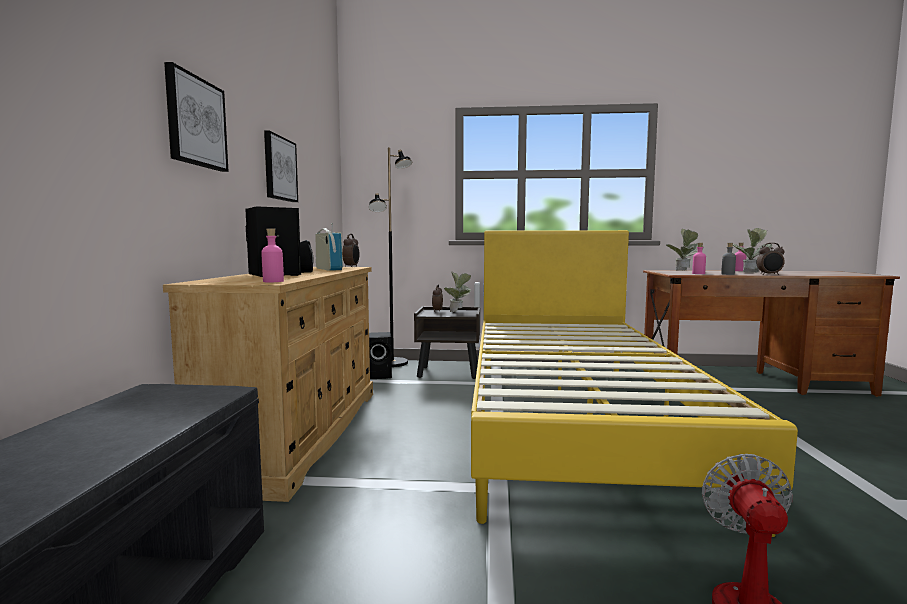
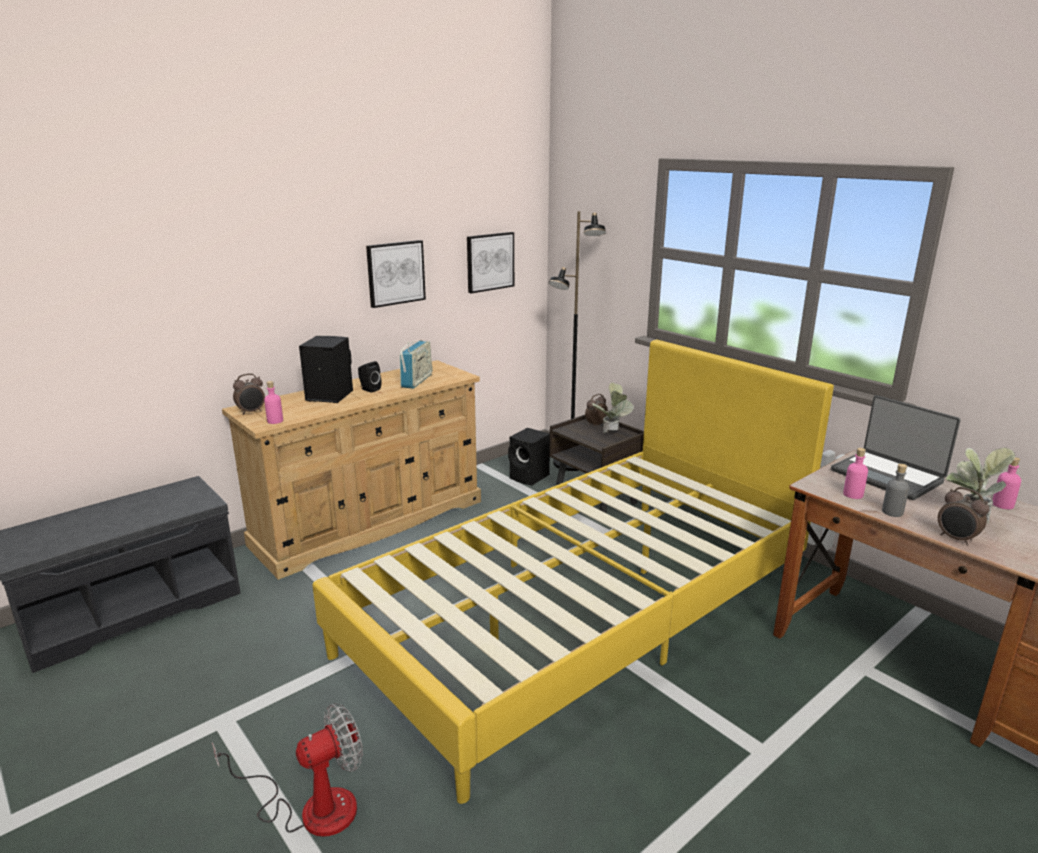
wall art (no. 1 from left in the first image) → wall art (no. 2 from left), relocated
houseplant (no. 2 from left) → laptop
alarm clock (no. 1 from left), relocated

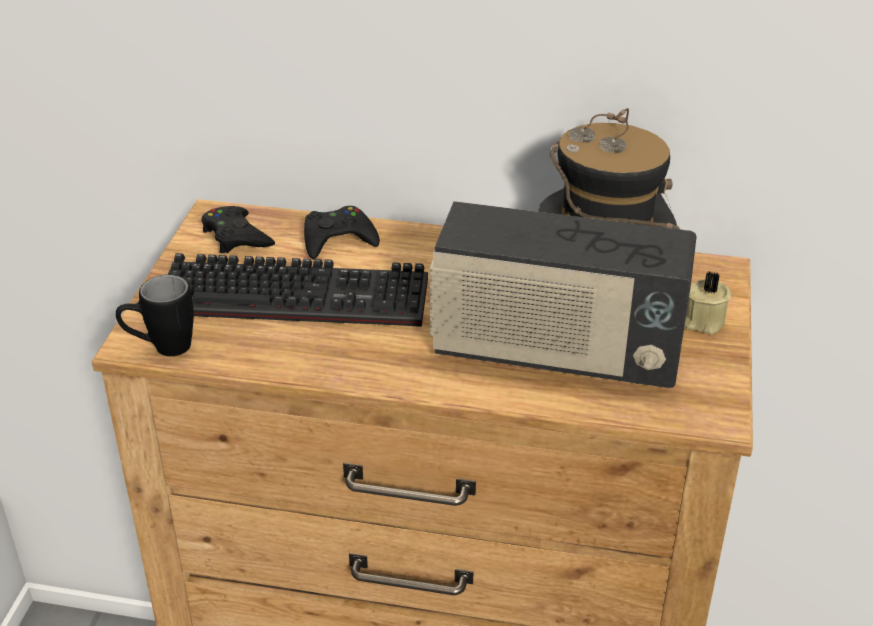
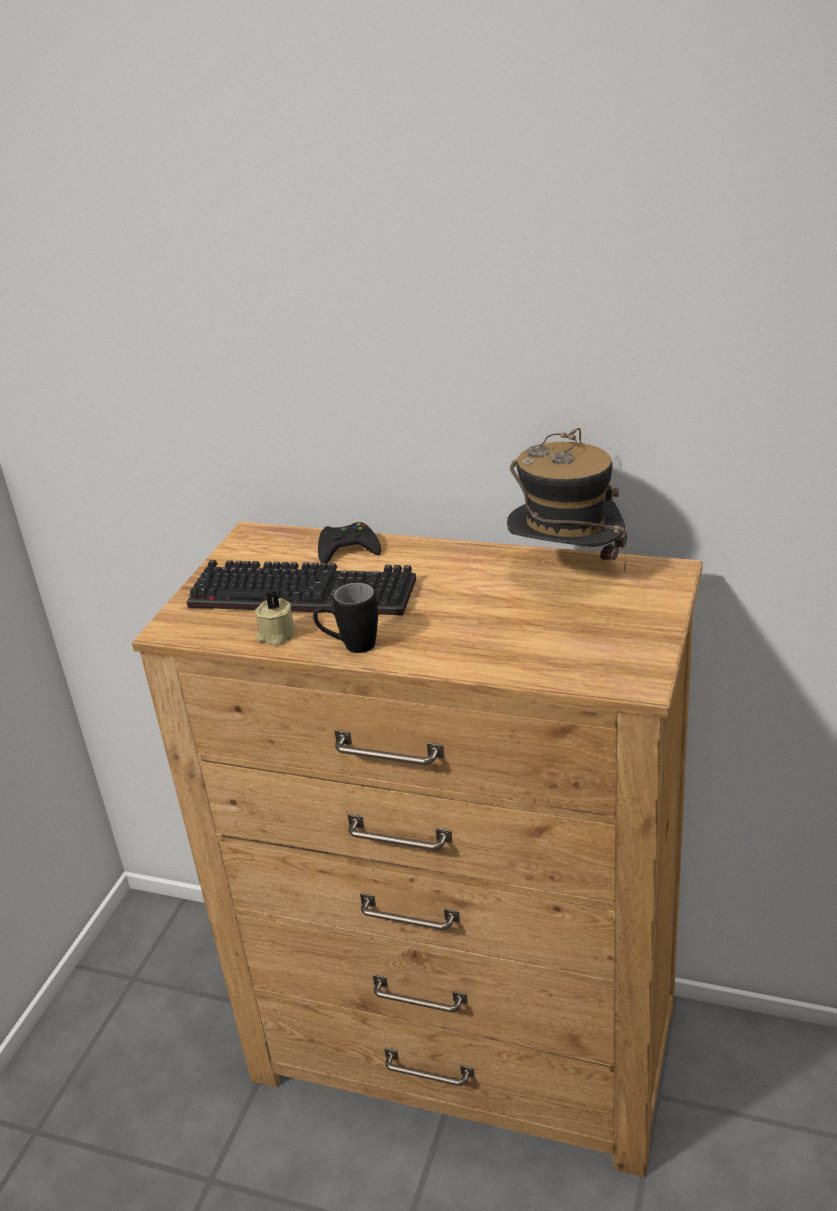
radio → -
black-coloured joypad (no. 1 from left) → -
sand-coloured candle, relocated
black-coloured tea mug, relocated

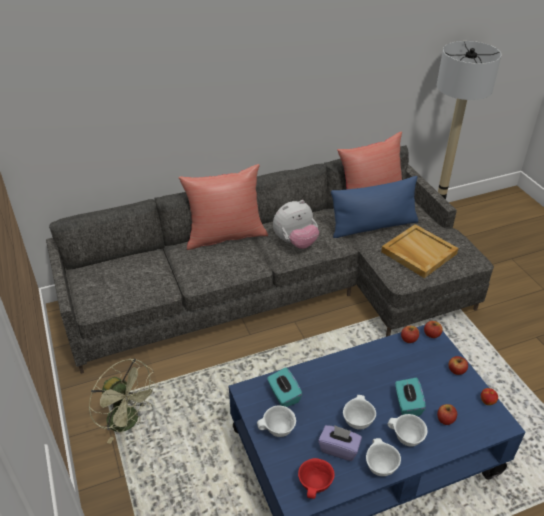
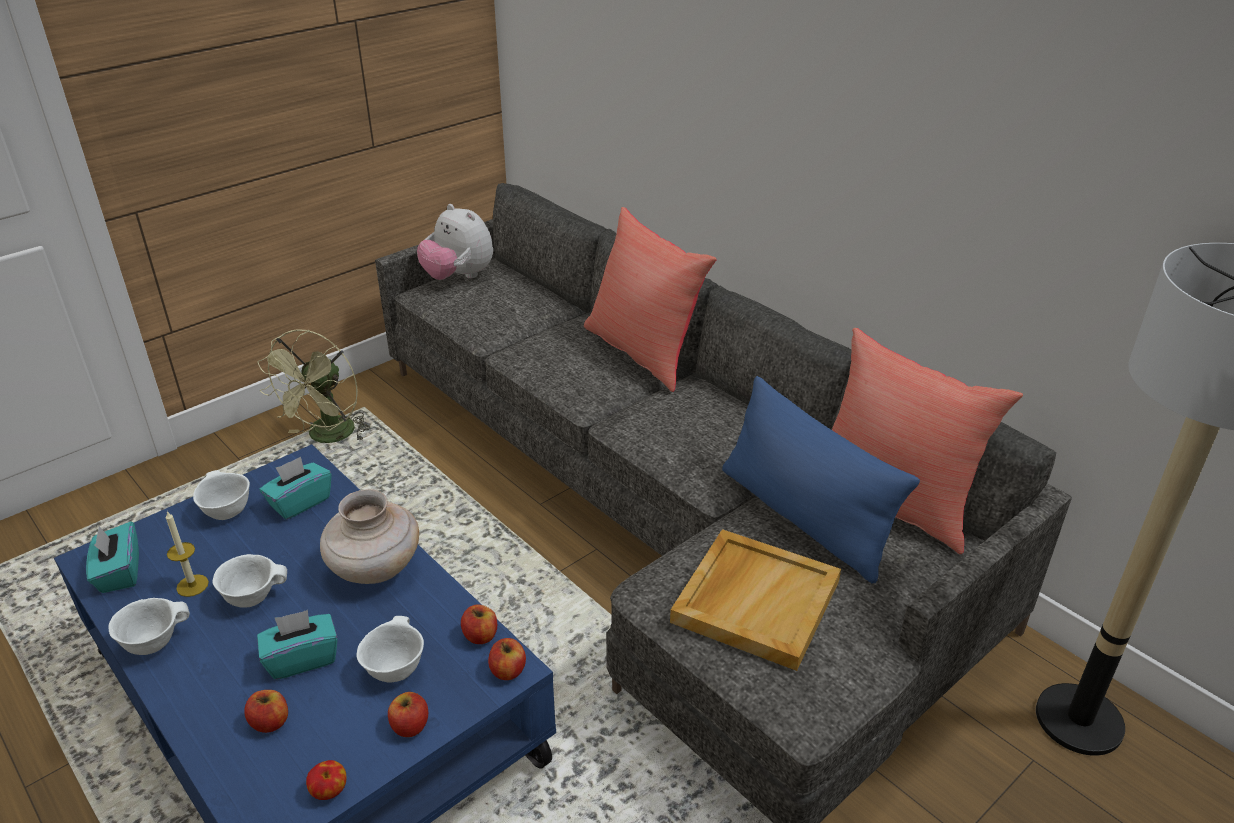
cuddly toy, relocated
white deep dish (no. 4 from left), relocated
purple box of tissues → candle
red deep dish → blue-green box of tissues (no. 1 from left)
- → sand-coloured vase

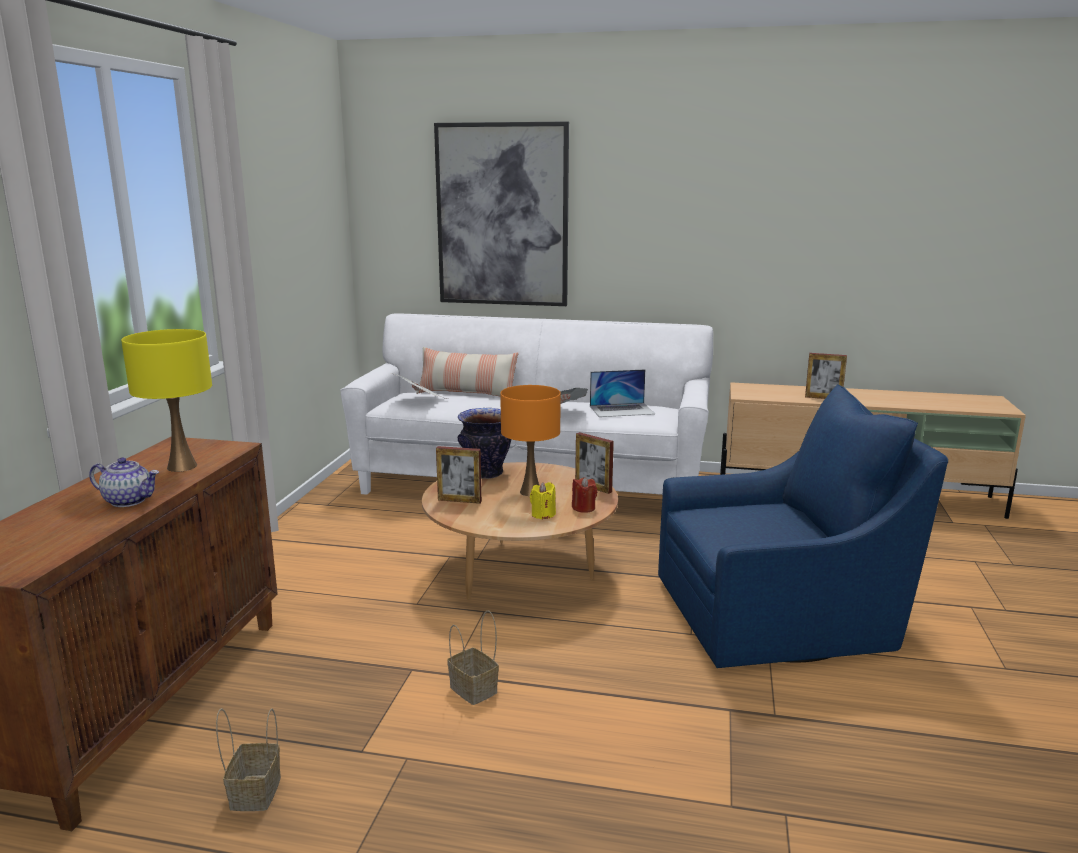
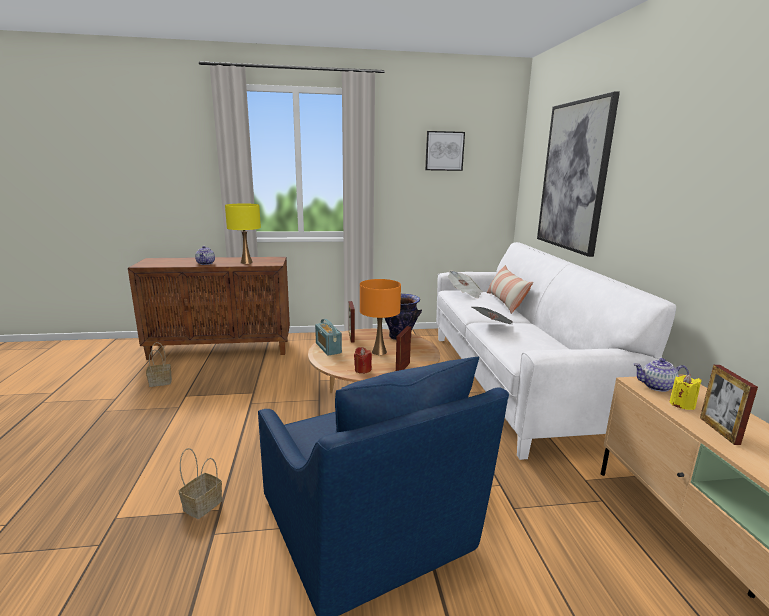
laptop → -
yellow candle, relocated
basket (no. 2 from left), relocated
- → wall art (no. 1 from left)
- → radio
- → tea pot (no. 2 from left)

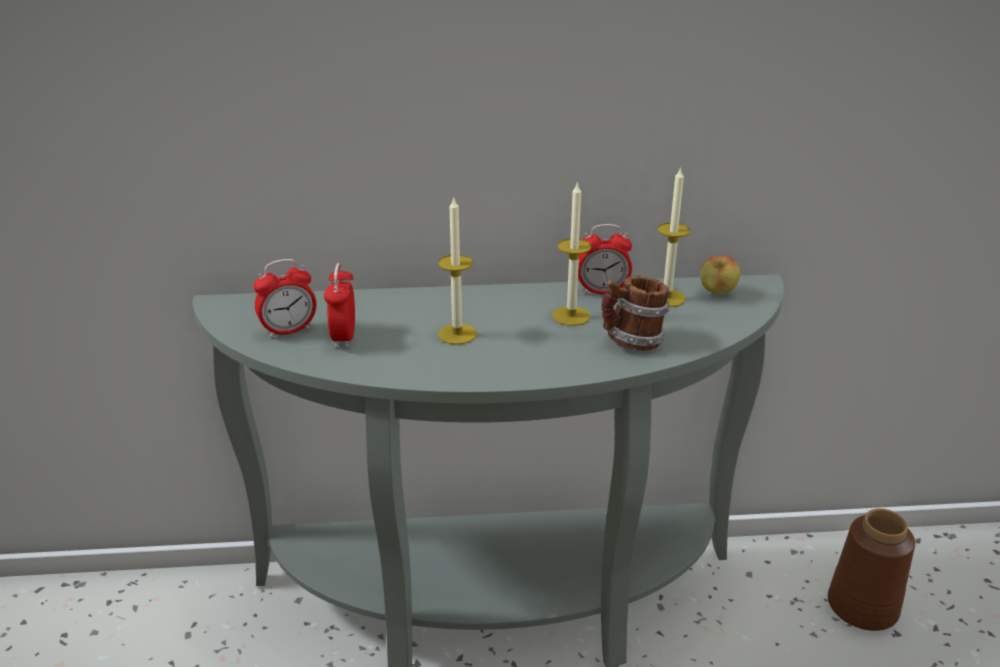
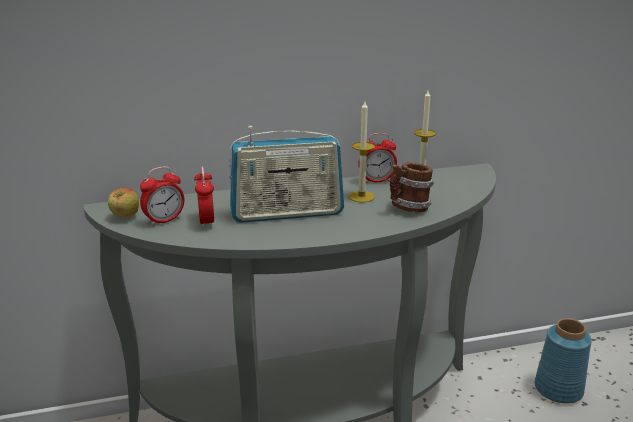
candle (no. 1 from left) → radio
apple, relocated
brown vase → bluish vase

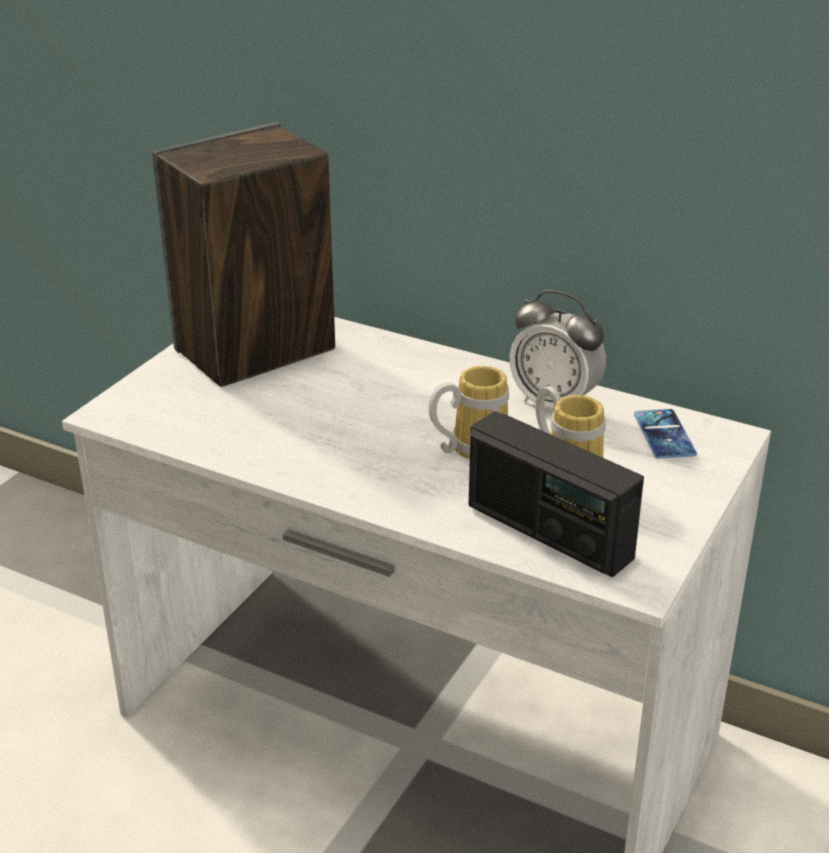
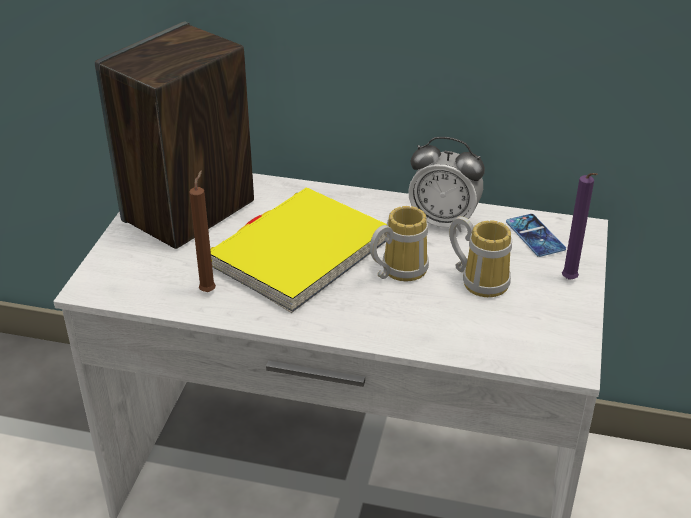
radio → -
- → brown candle
- → purple candle
- → yellow bound book

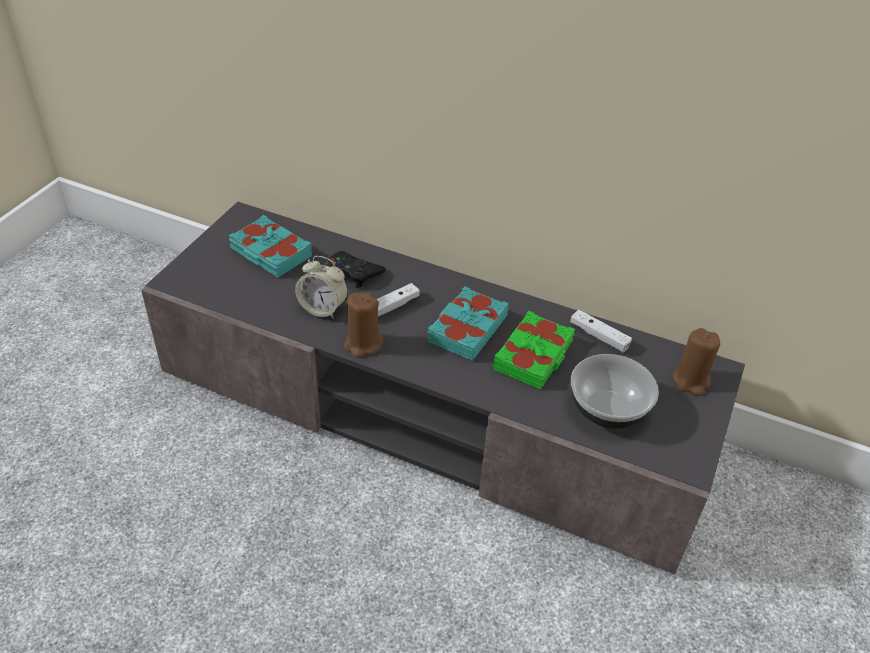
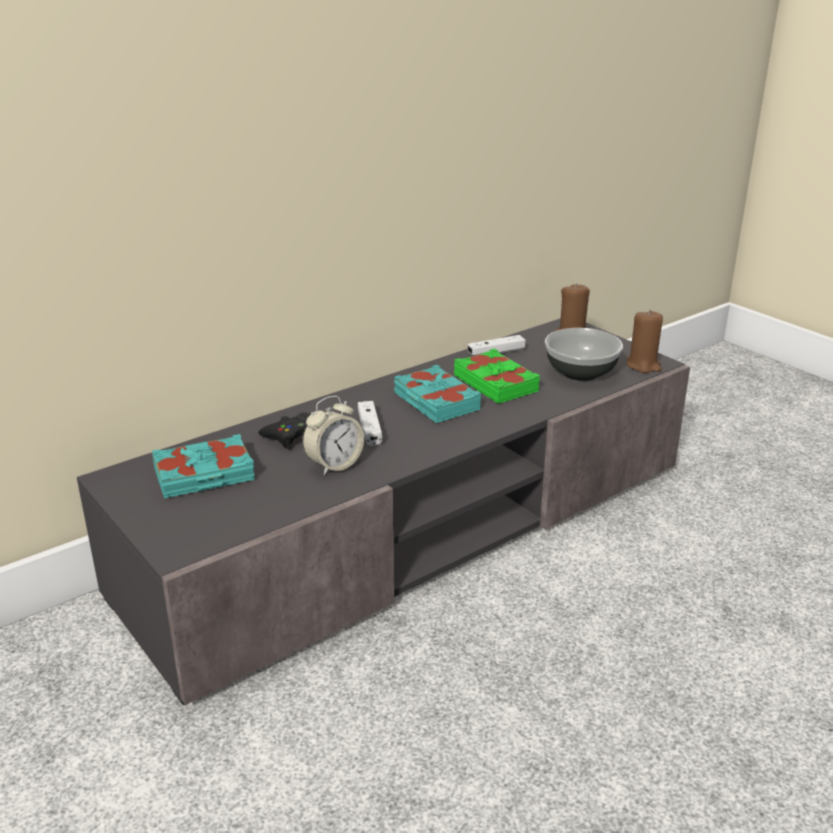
brown candle (no. 1 from left in the first image) → brown candle (no. 2 from left), relocated

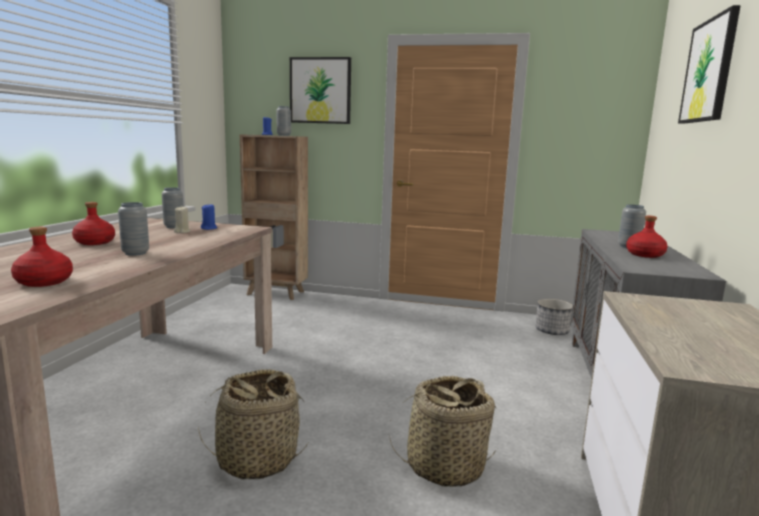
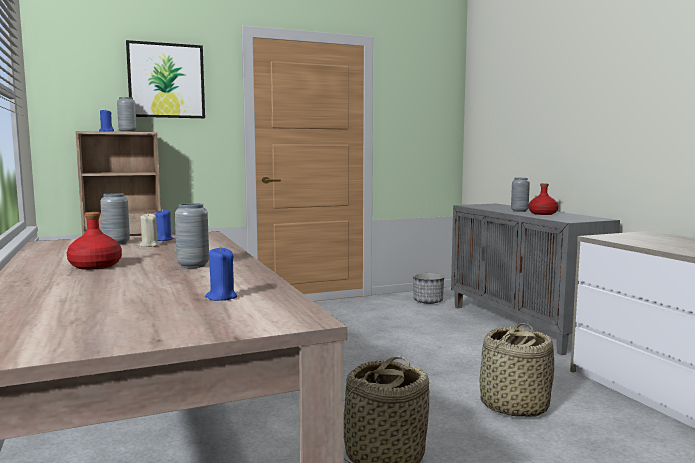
wall art (no. 2 from left) → -
red bottle (no. 1 from left) → bluish candle (no. 3 from left)

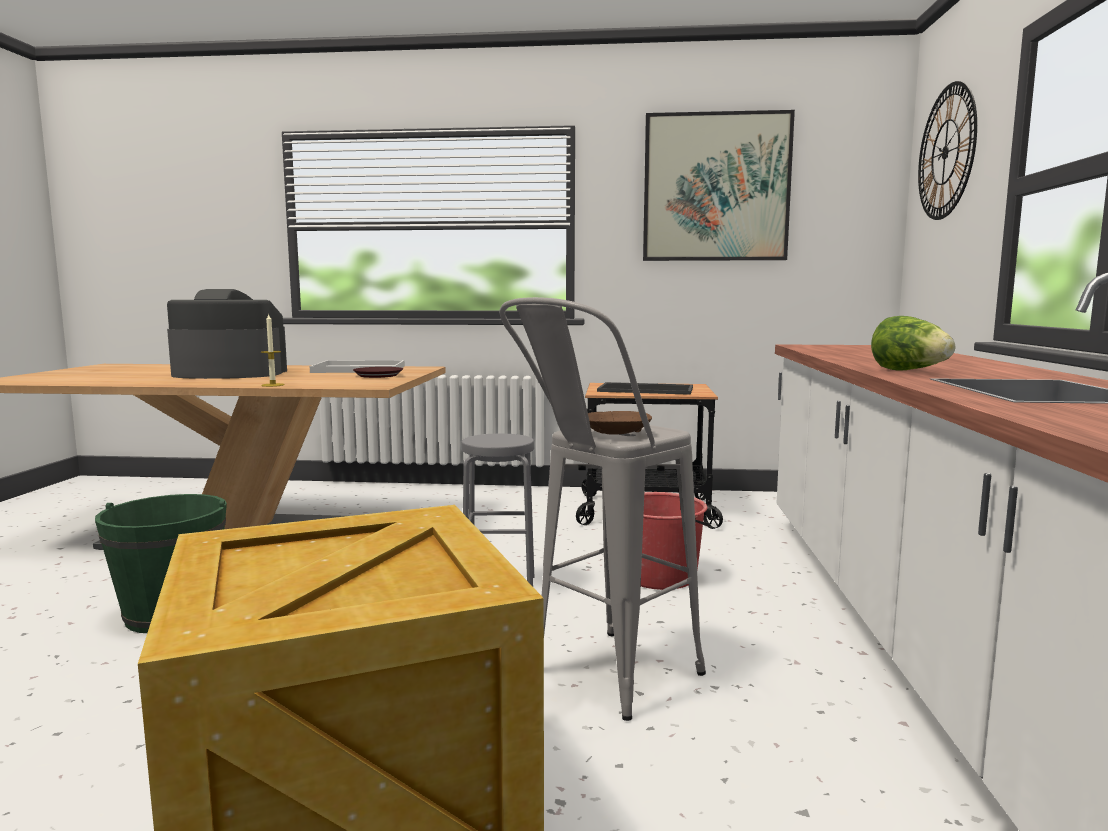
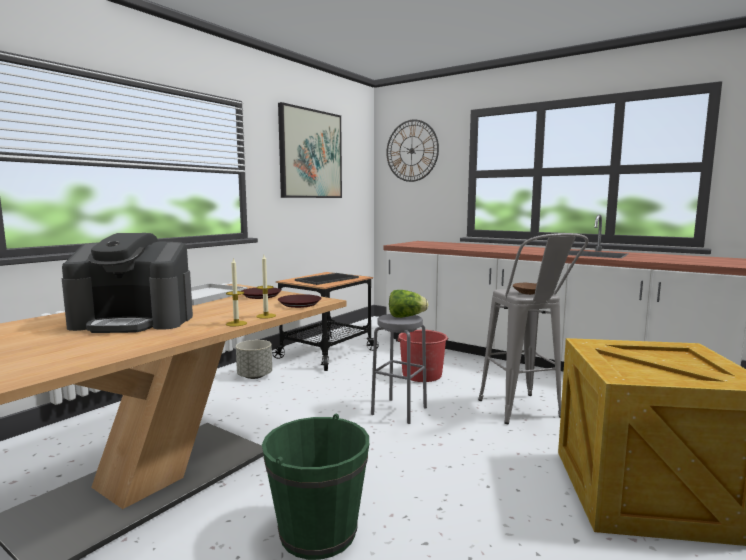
coffee maker, 120 degrees counterclockwise
head of lettuce, relocated
- → candle (no. 1 from left)
- → brown plate (no. 2 from left)
- → greyish planter

